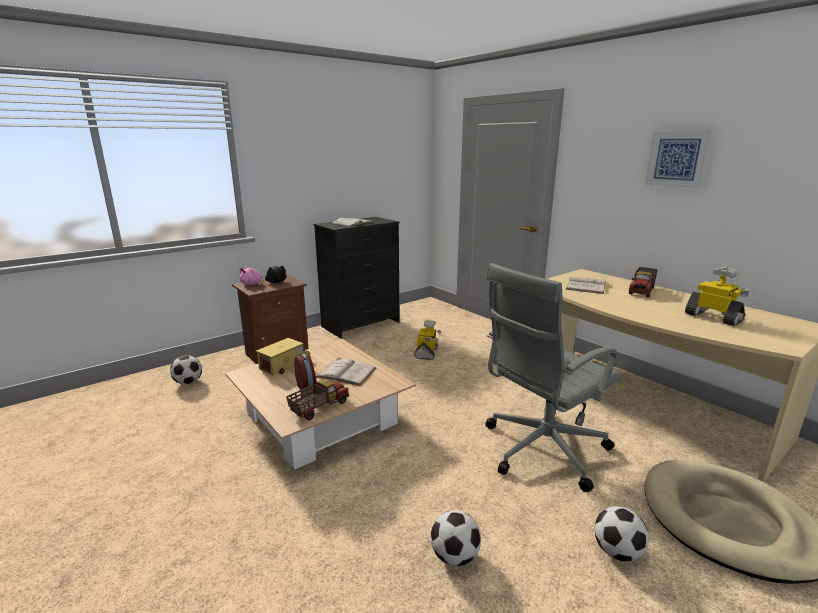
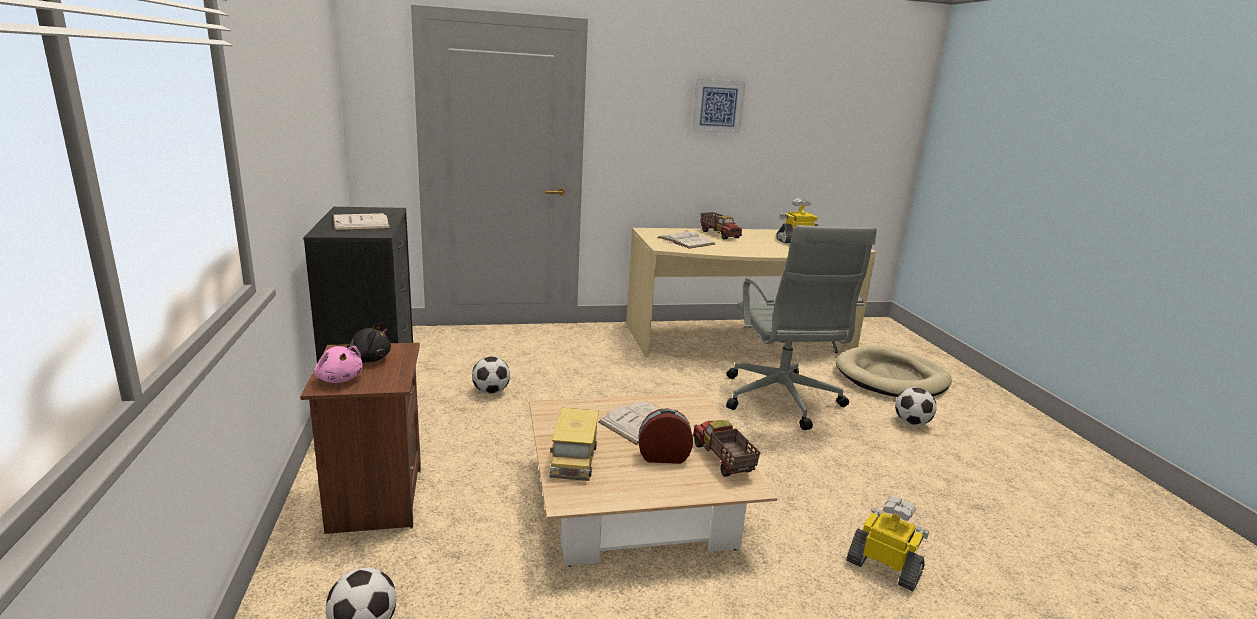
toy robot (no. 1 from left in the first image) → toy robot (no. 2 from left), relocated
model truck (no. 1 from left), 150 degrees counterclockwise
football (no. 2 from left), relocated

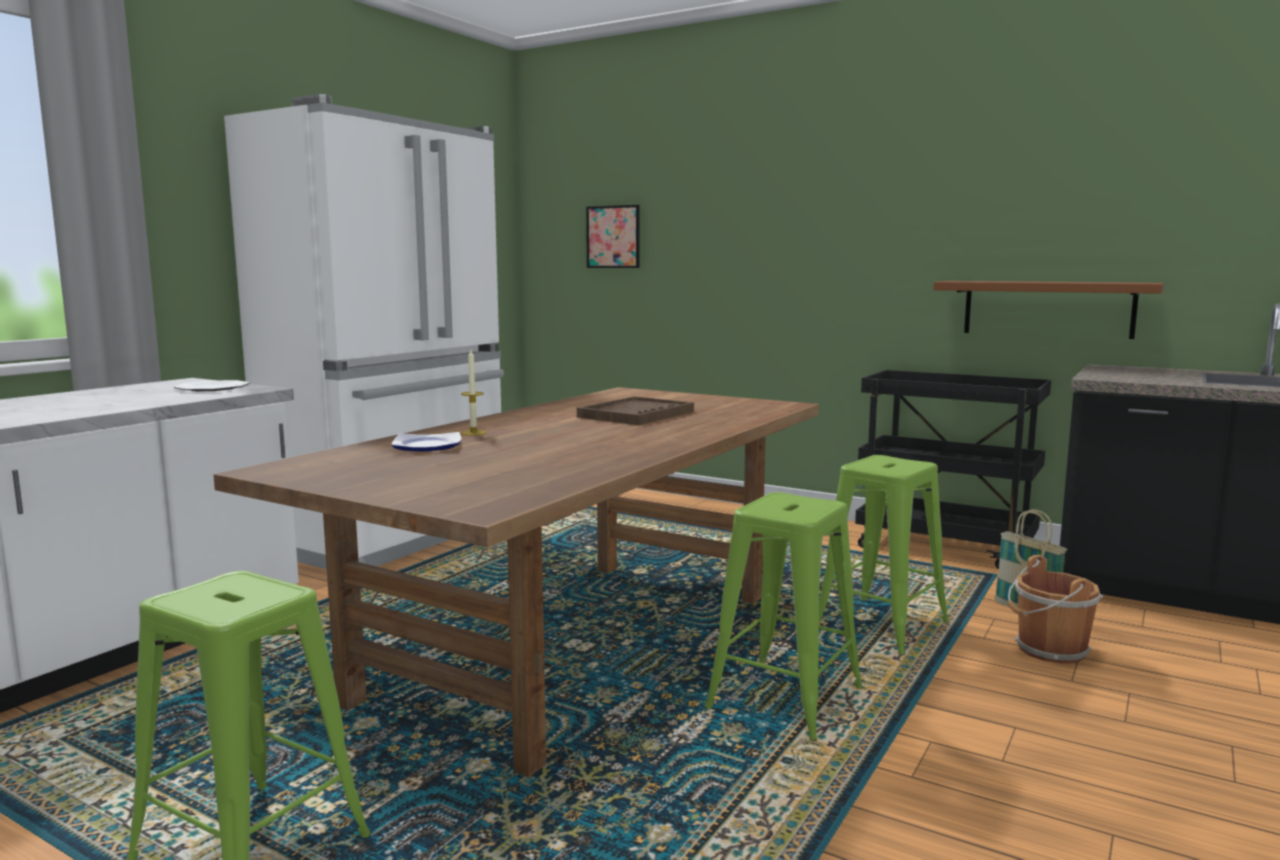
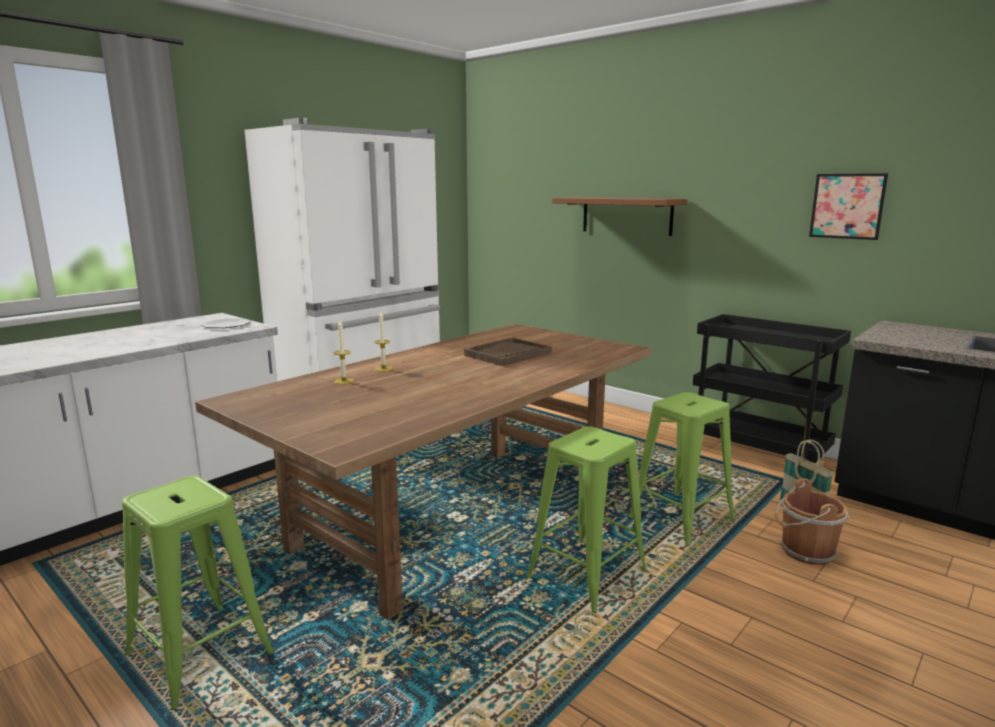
wall art, relocated
brown wall shelf, relocated
plate (no. 2 from left) → candle (no. 1 from left)

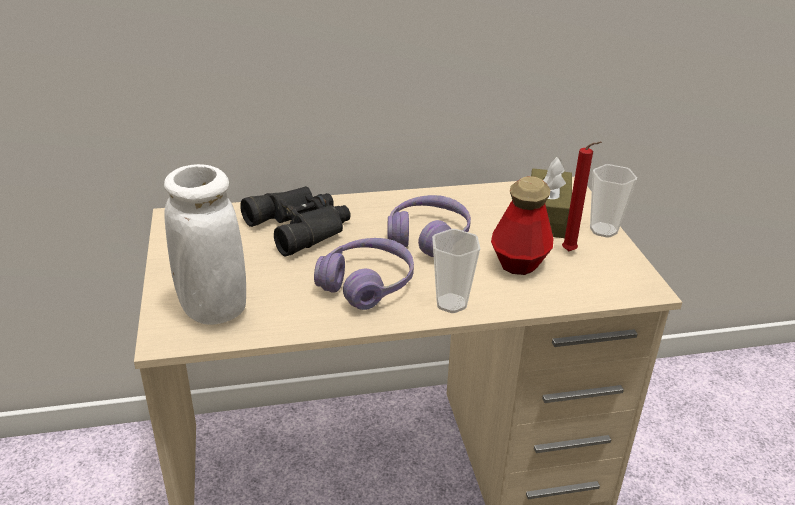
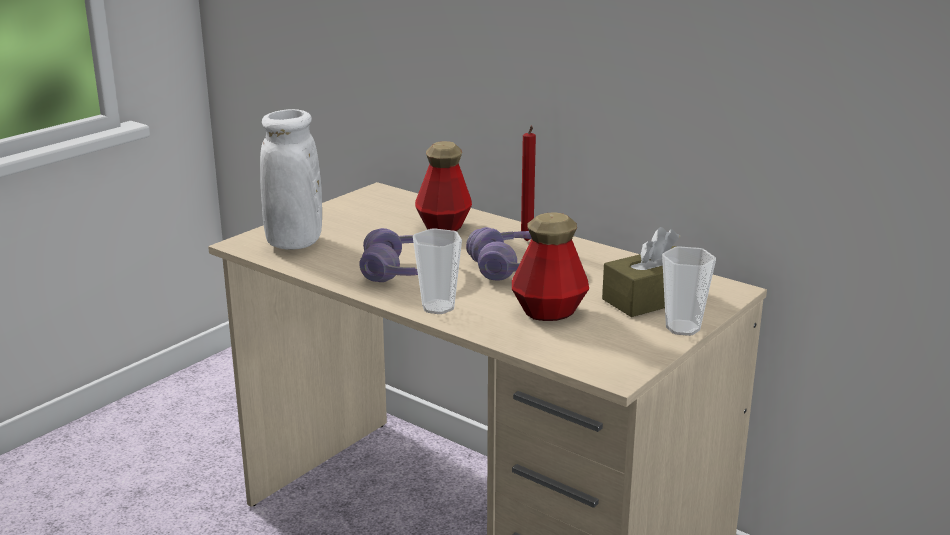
red candle, relocated
black-coloured field glasses → bottle (no. 1 from left)

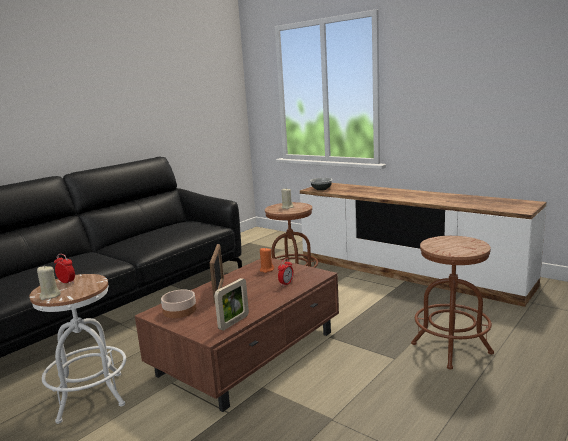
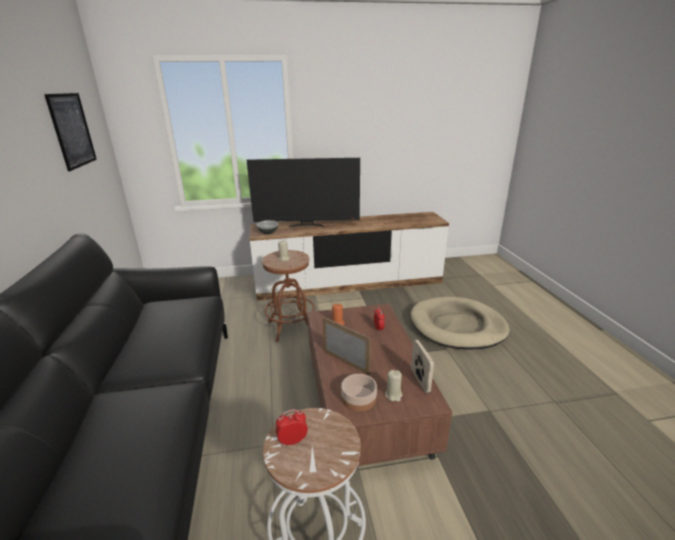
brown stool (no. 2 from left) → sand-coloured dog cushion
sand-coloured candle (no. 1 from left in the first image) → sand-coloured candle (no. 2 from left), relocated
- → wall art
- → TV set

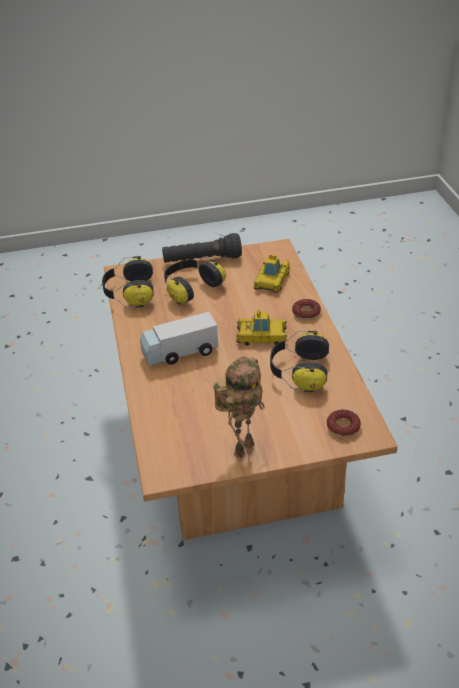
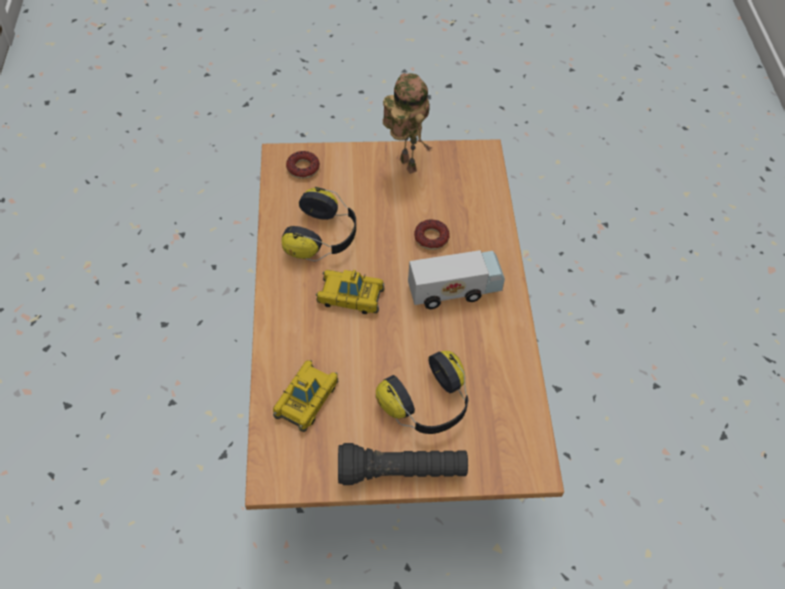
headphones (no. 1 from left) → -
ring doughnut (no. 1 from left in the first image) → ring doughnut (no. 2 from left), relocated
toy robot, 105 degrees clockwise

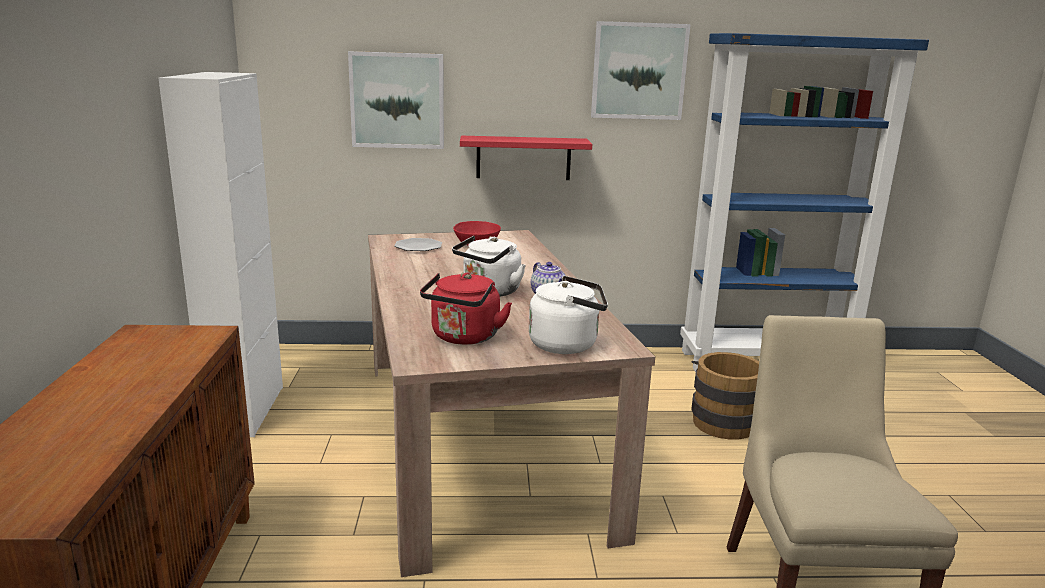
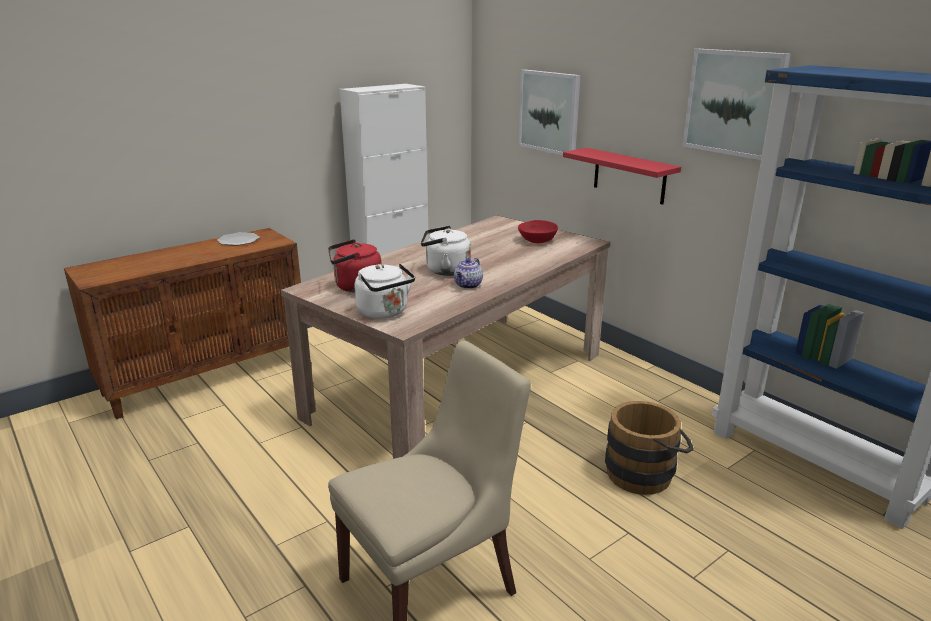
plate, relocated

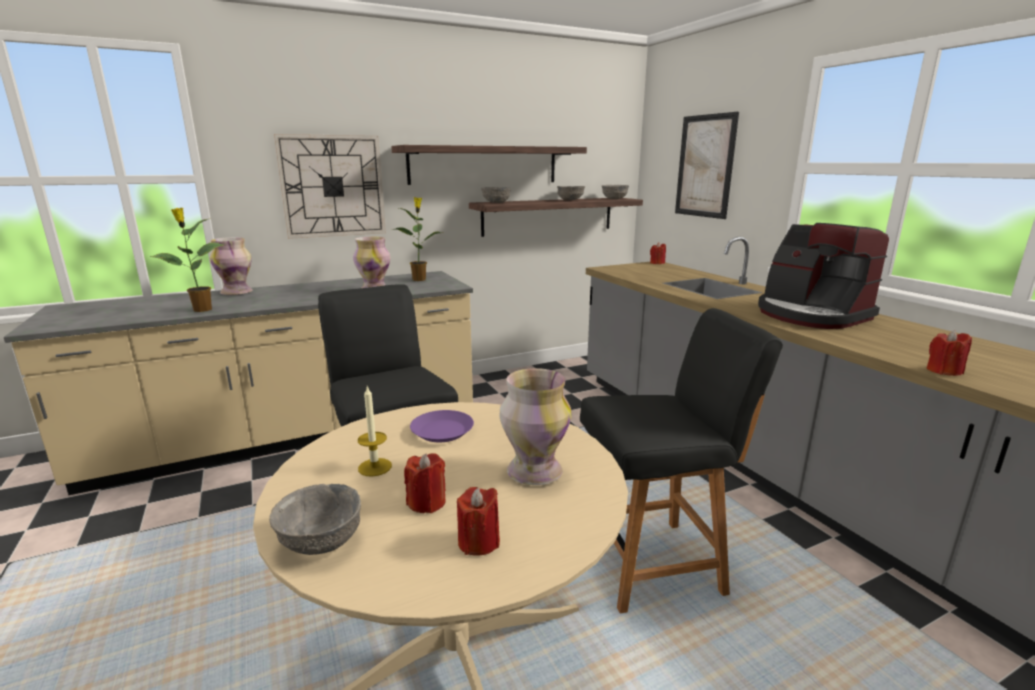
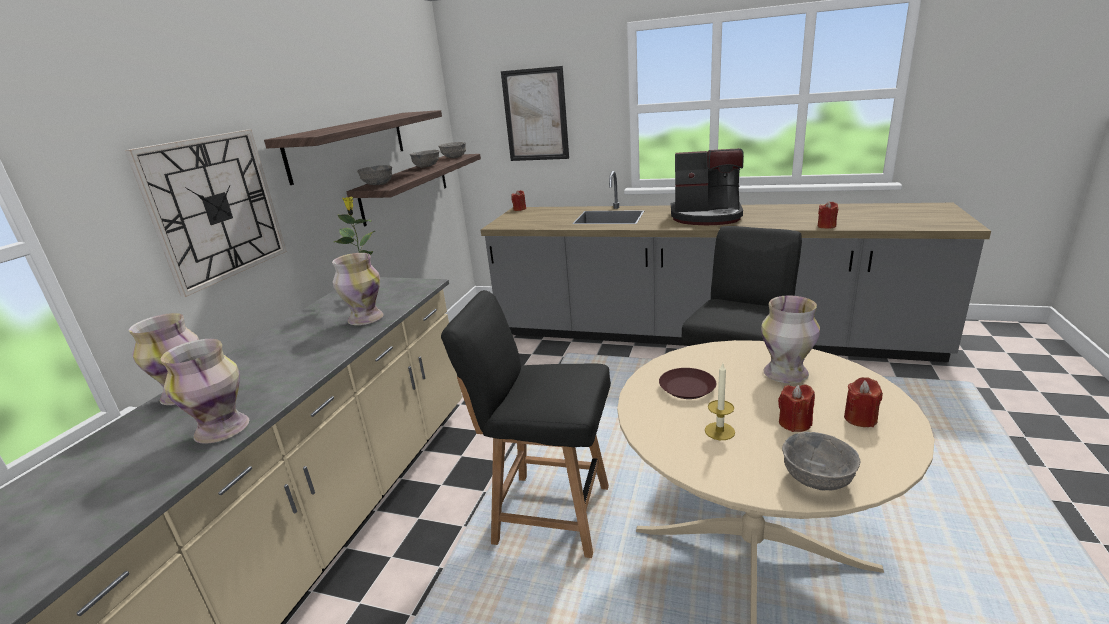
houseplant (no. 1 from left) → vase (no. 2 from left)
purple plate → brown plate

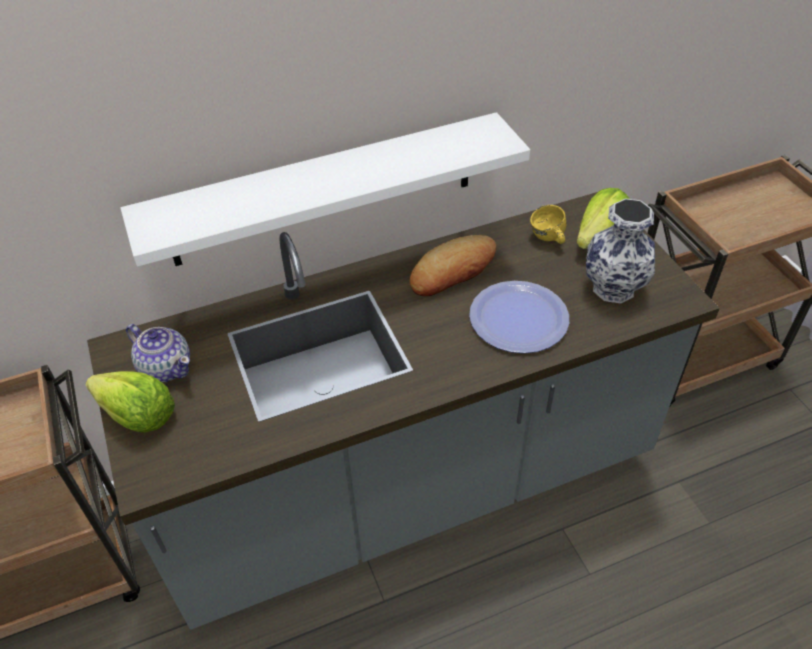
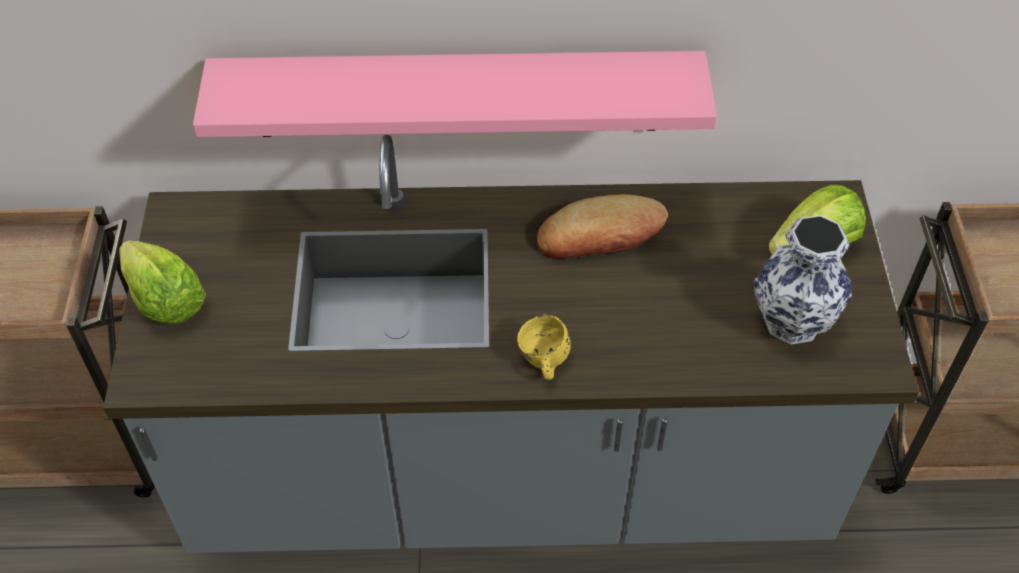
white wall shelf → pink wall shelf
yellow tea mug, relocated
plate → -
tea pot → -

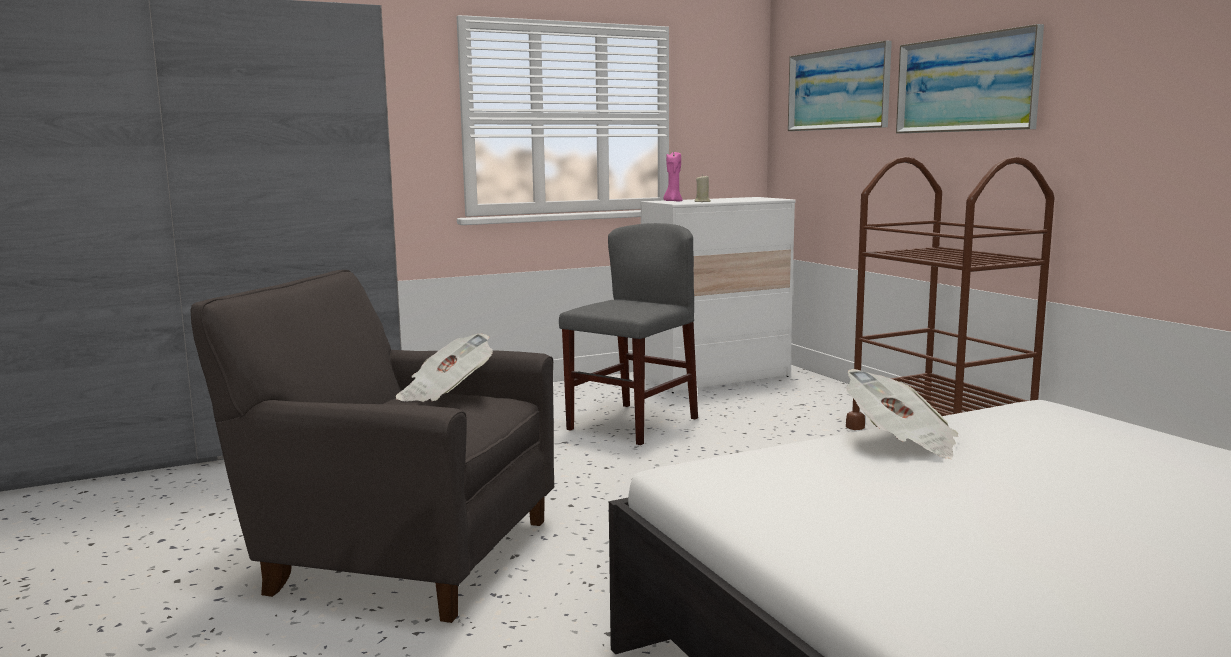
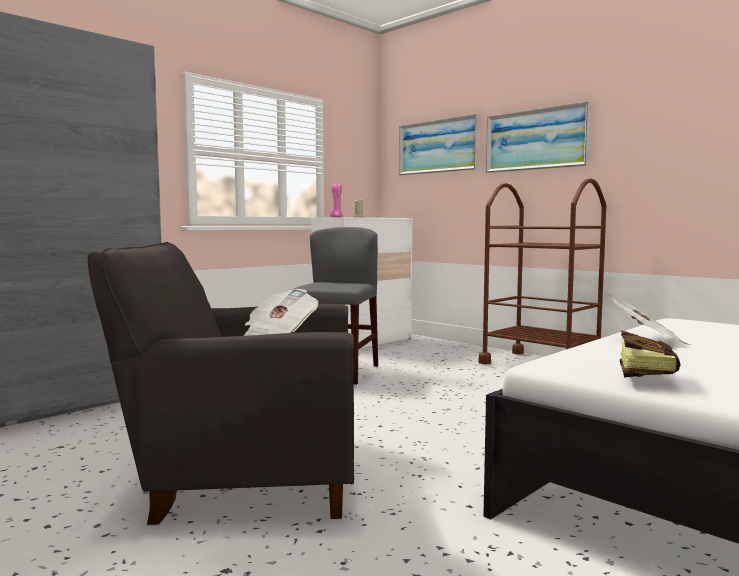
- → bound book

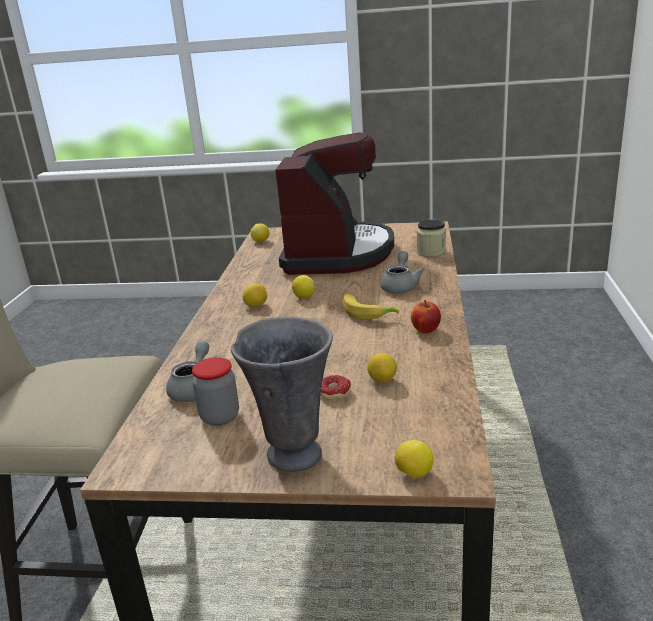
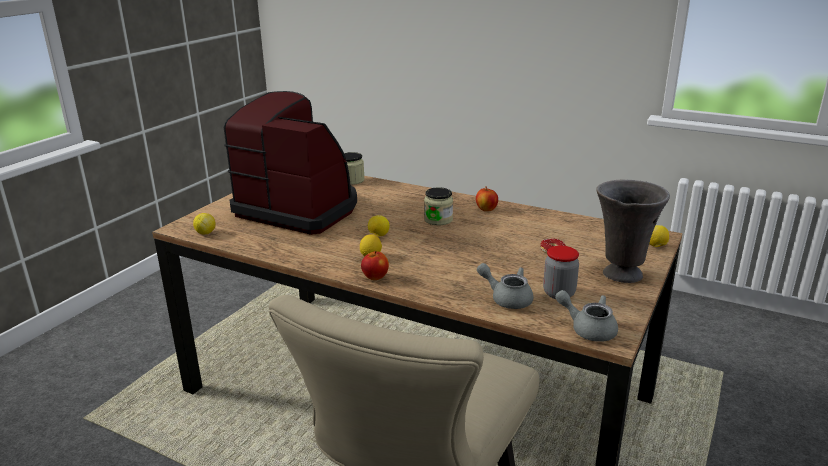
greyish tea pot (no. 2 from left), relocated
banana fruit → preserve jar (no. 2 from left)
lemon (no. 4 from left) → -
- → apple (no. 1 from left)

